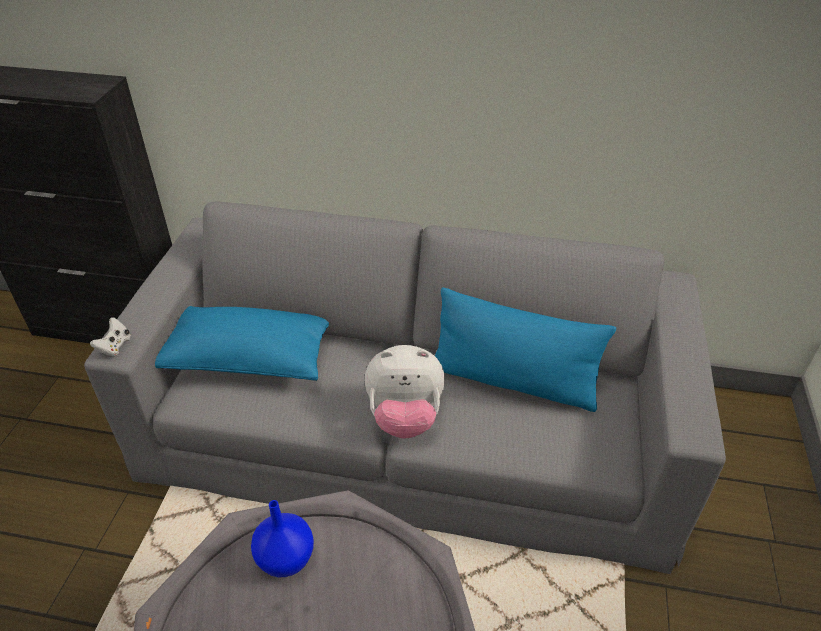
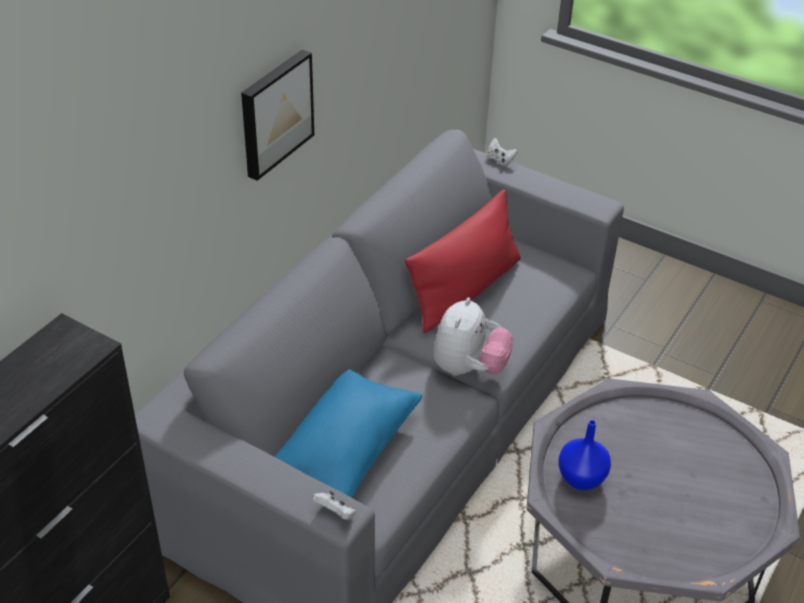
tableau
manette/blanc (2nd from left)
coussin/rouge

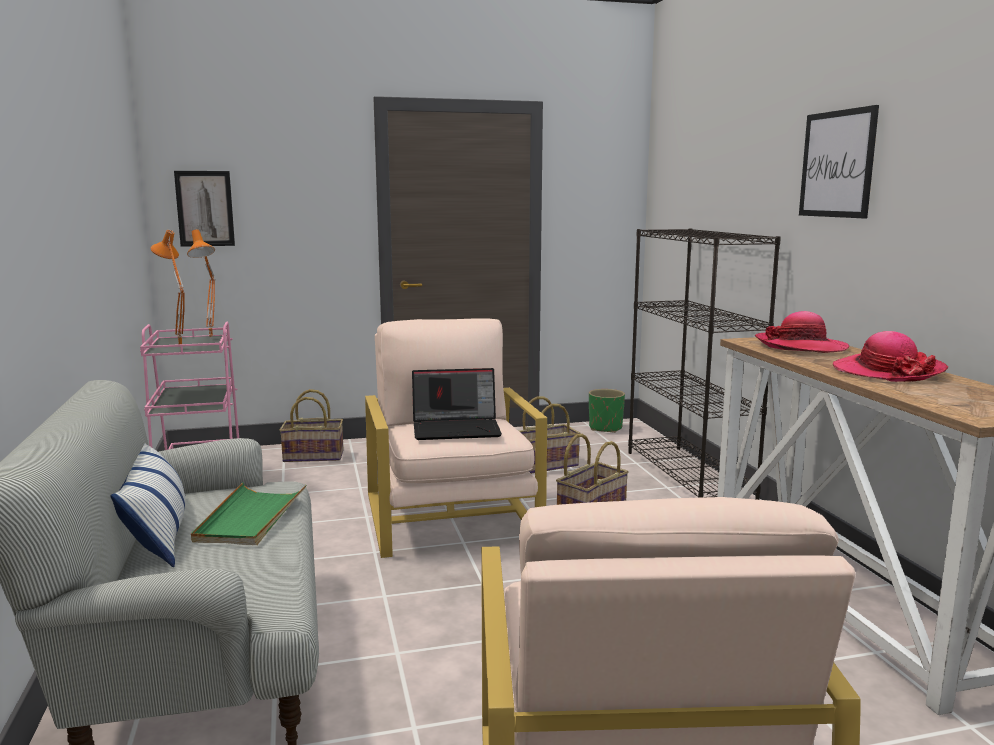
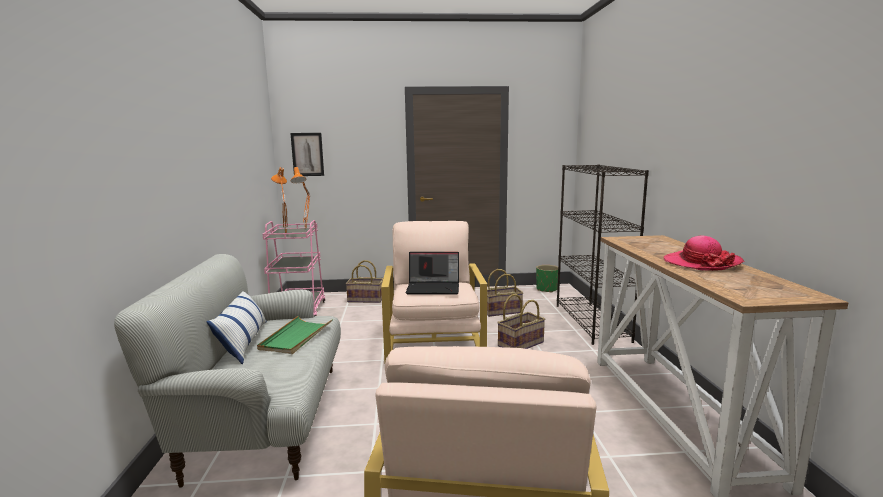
chapeau (1st from left in the first image)
tableau (2nd from left in the first image)

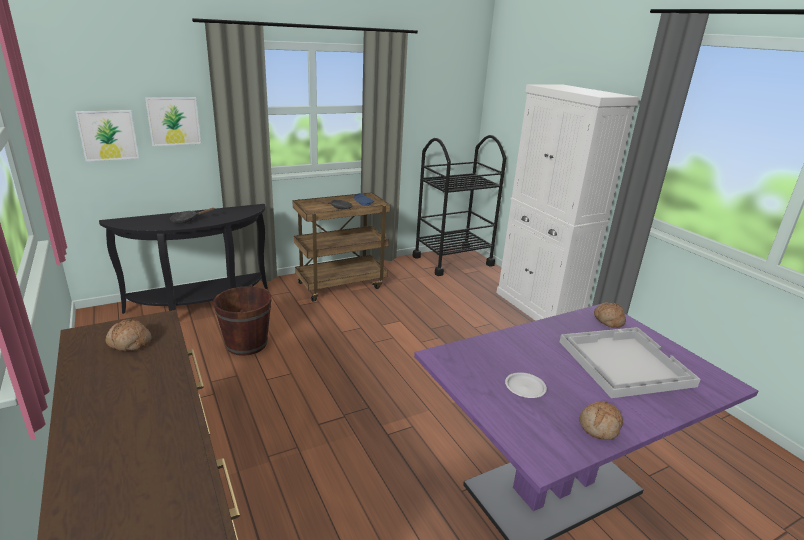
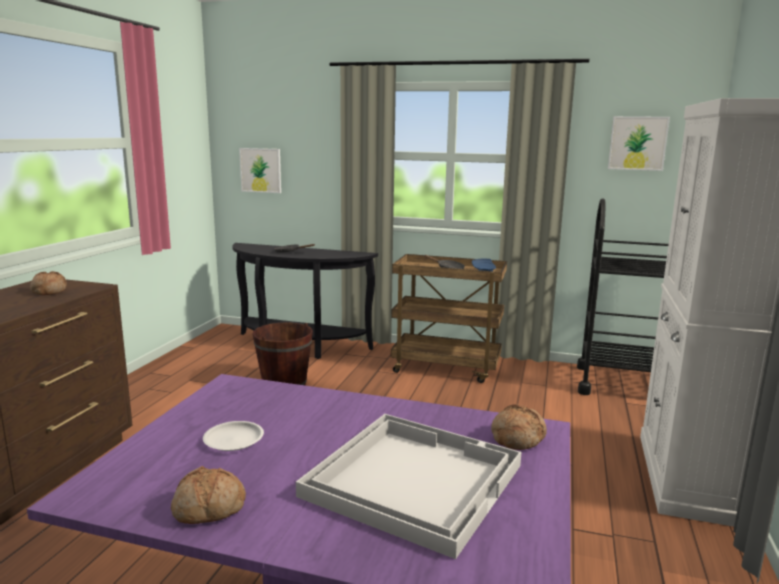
tableau (2nd from left)

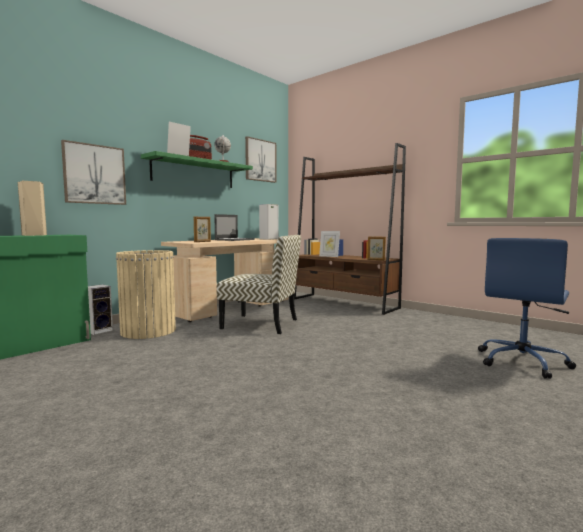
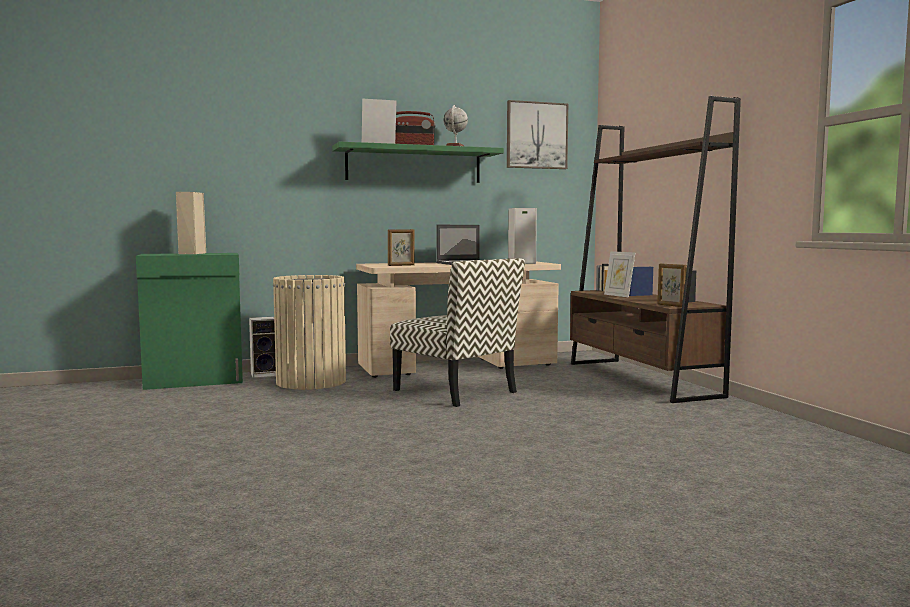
tableau (1st from left in the first image)
chaise de bureau/bleu

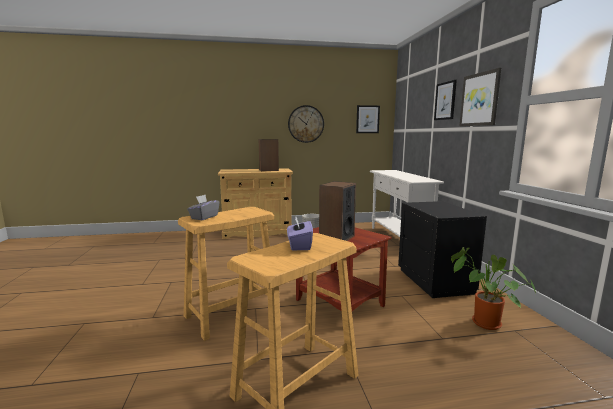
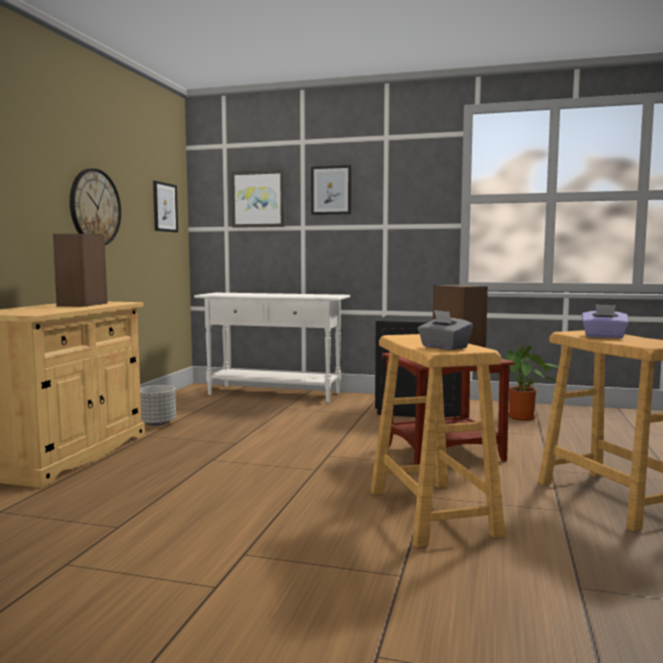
tableau (2nd from left)

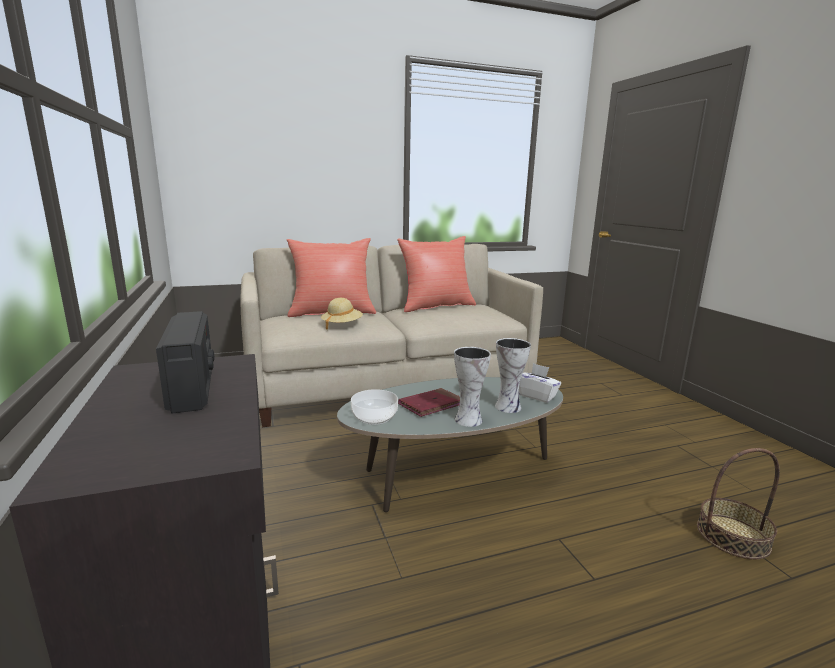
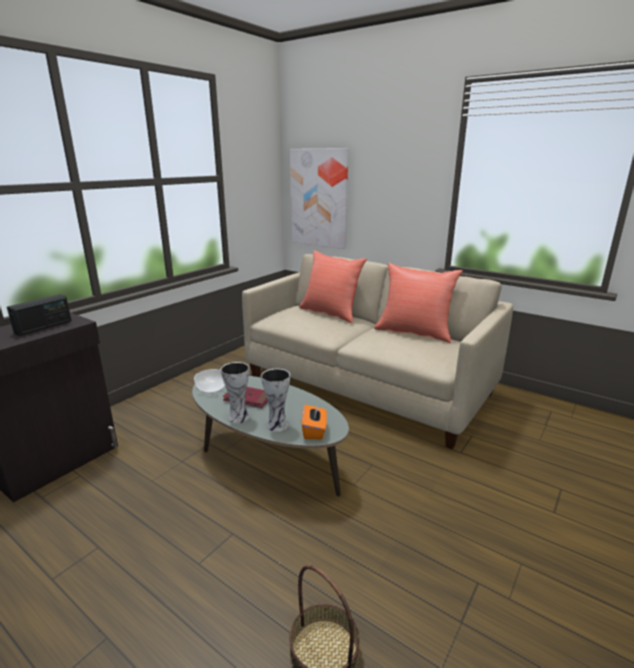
chapeau/beige
tableau
boîte à mouchoirs/orange

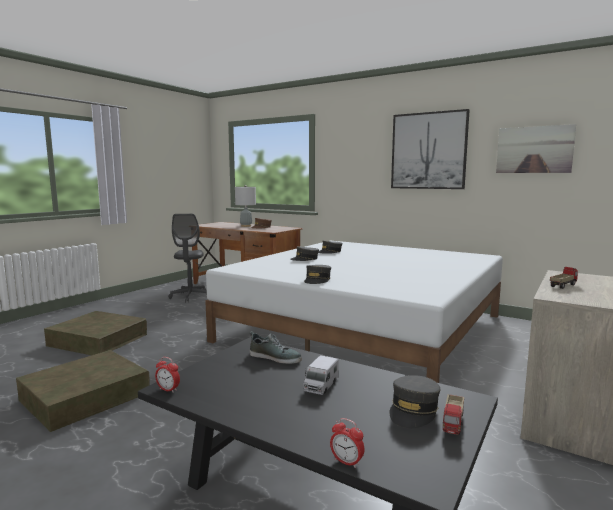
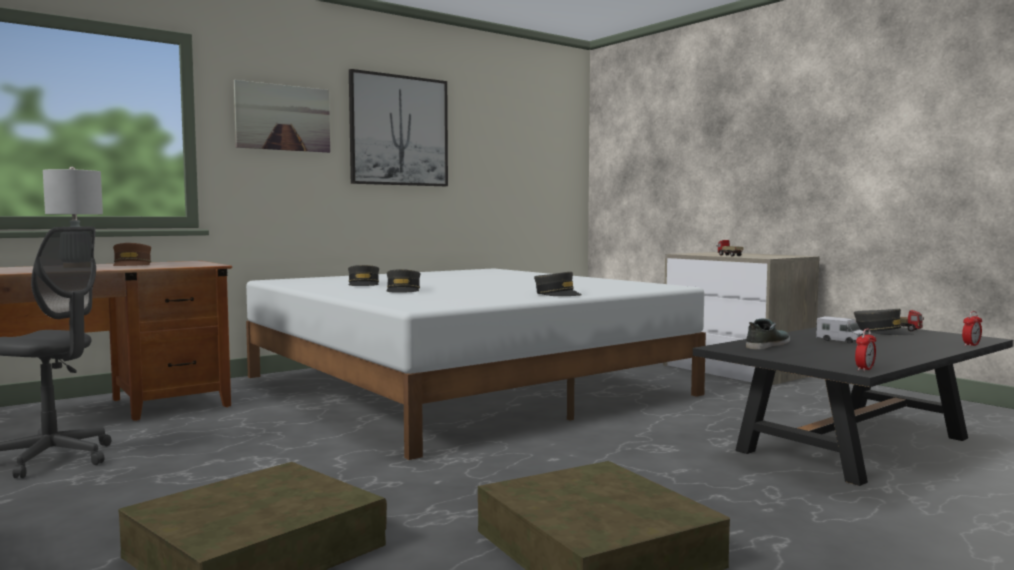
tableau (1st from left)

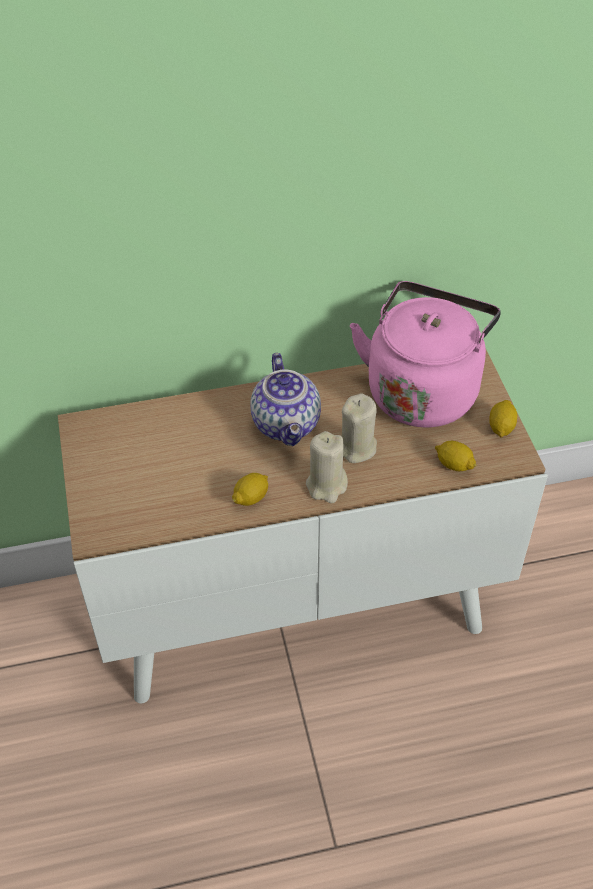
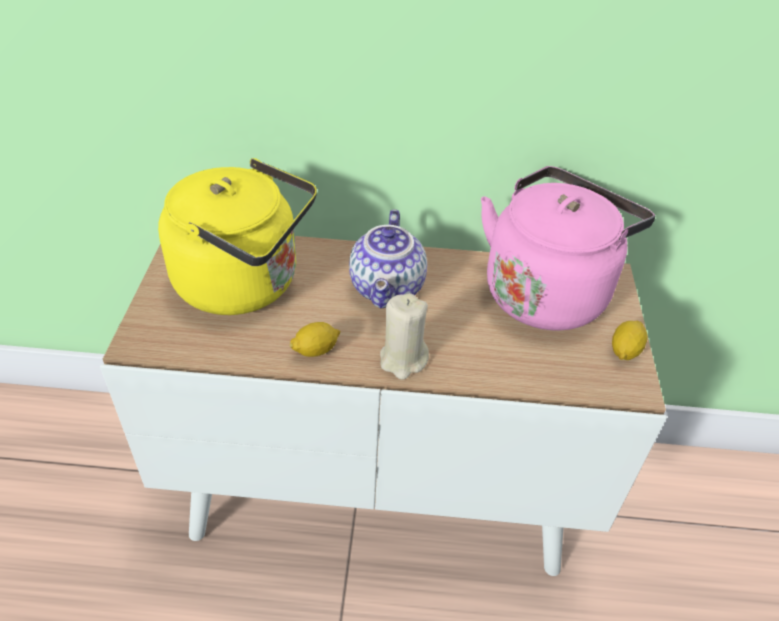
bougie/beige (2nd from left in the first image)
citron (2nd from left in the first image)
bouilloire/jaune

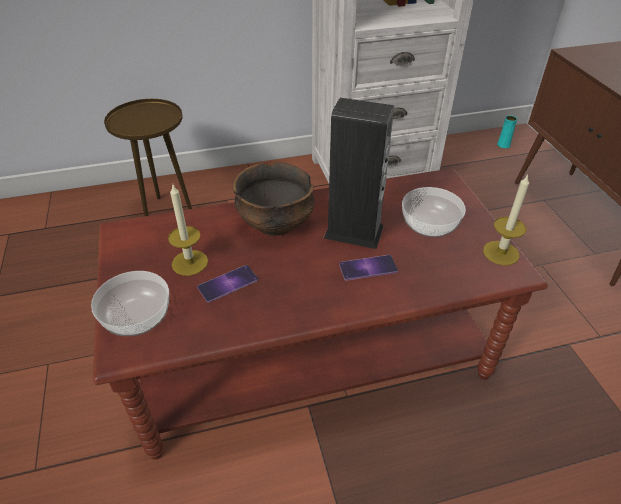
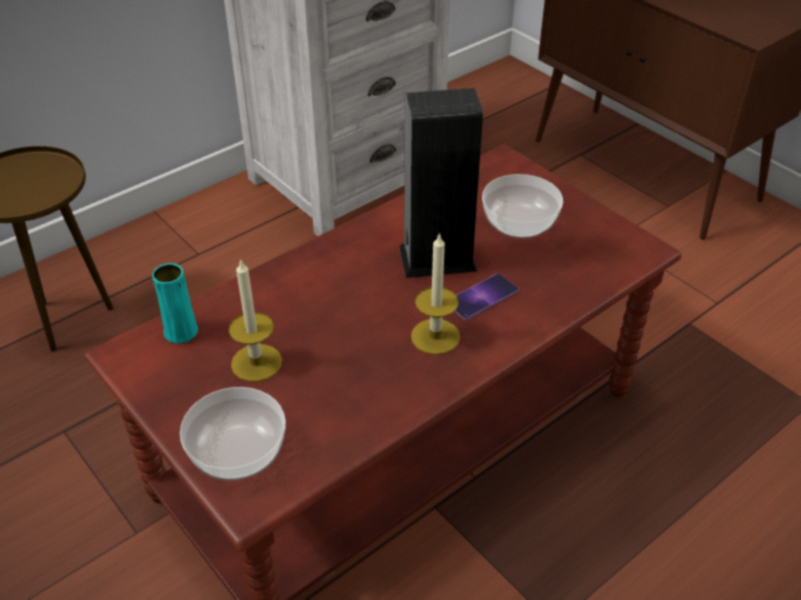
téléphone (1st from left in the first image)
bol (2nd from left in the first image)
bougie (2nd from left)
vase/turquoise

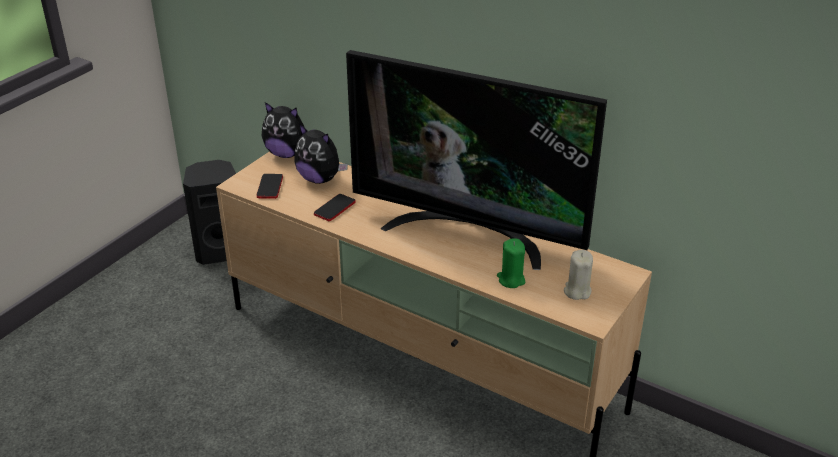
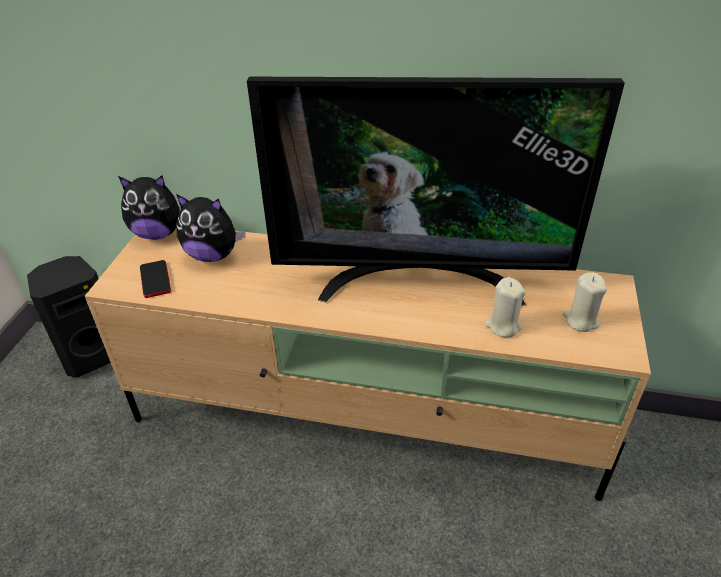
téléphone (2nd from left in the first image)
bougie/beige (1st from left)

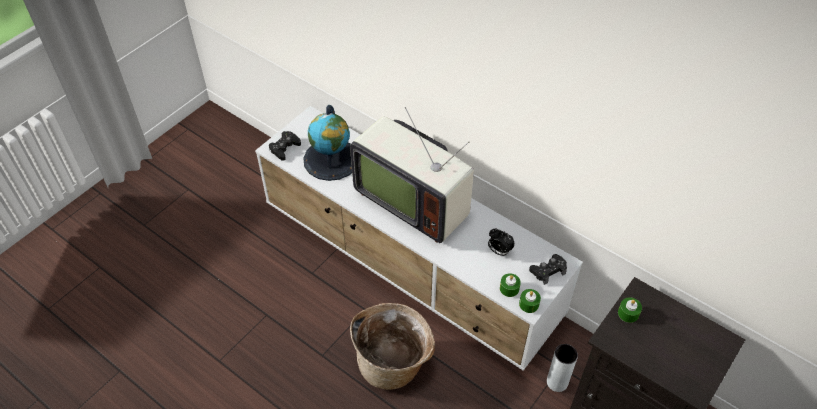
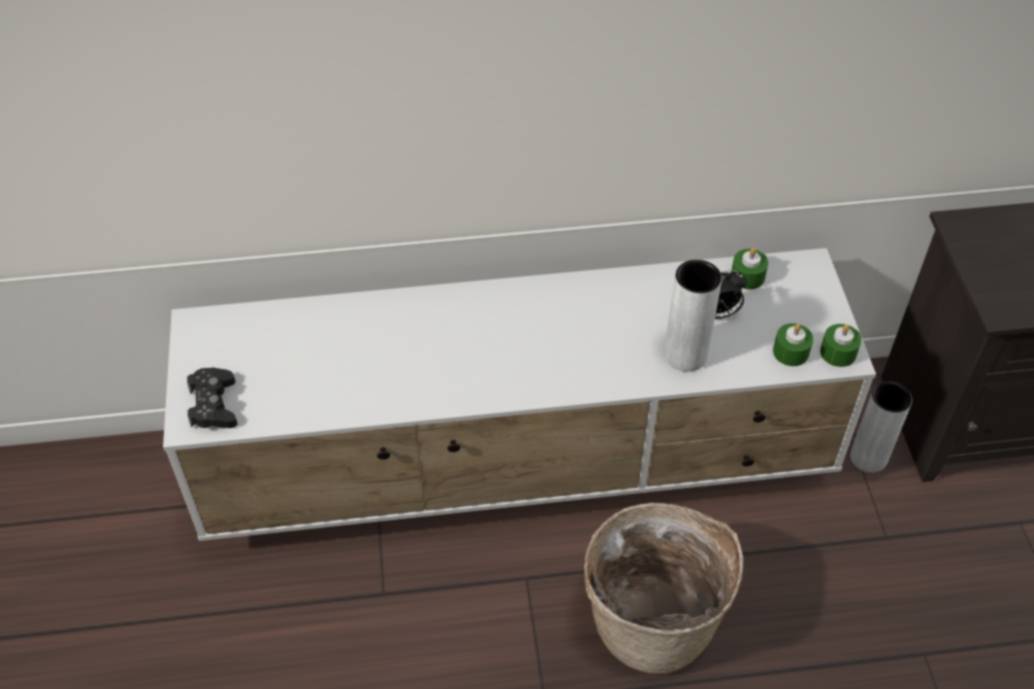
globe
téléviseur
manette/noir (2nd from left in the first image)
vase/gris (1st from left)
bougie/vert (1st from left)

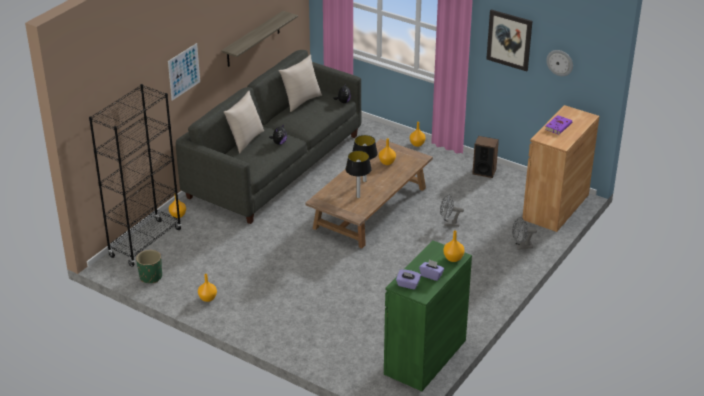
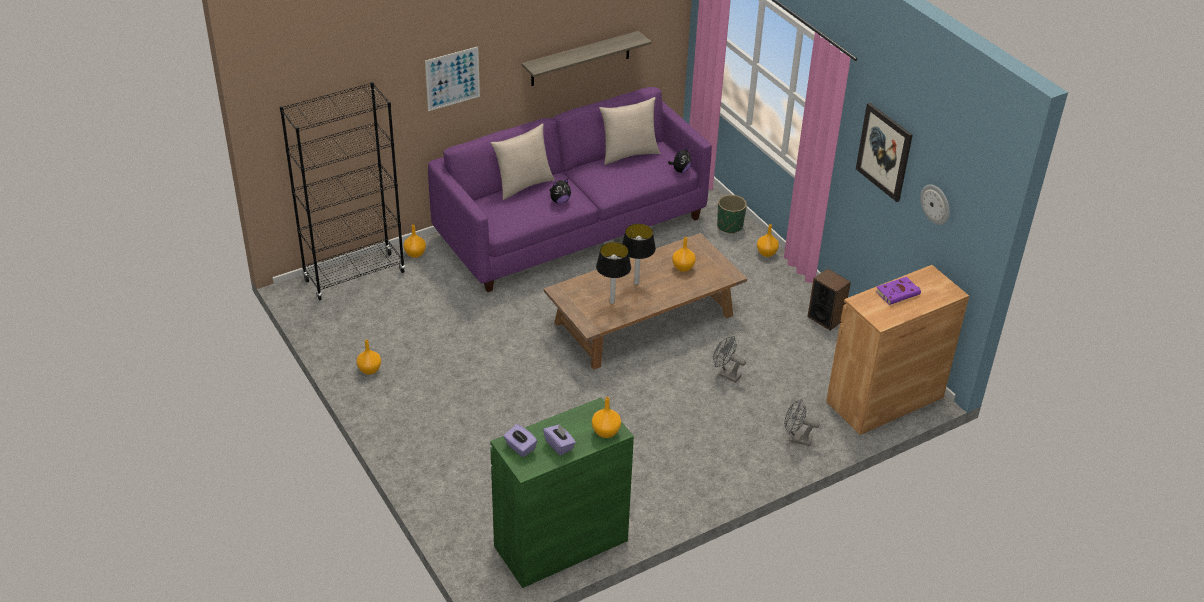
cache-pot/vert
canapé/violet

